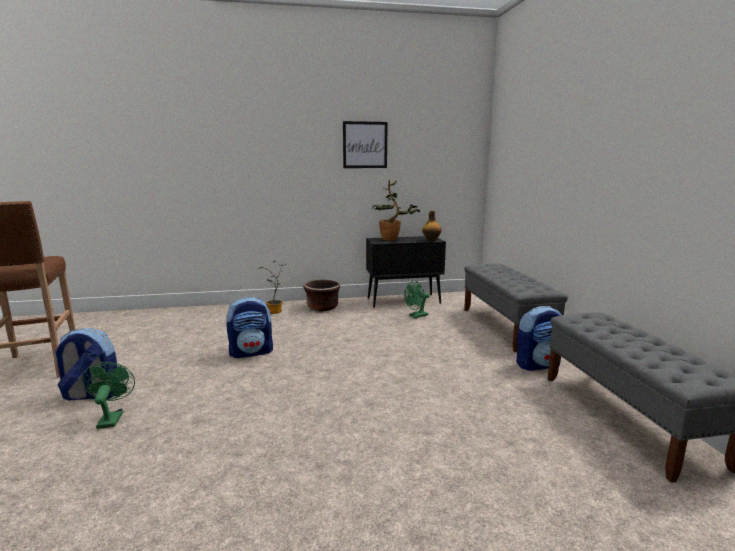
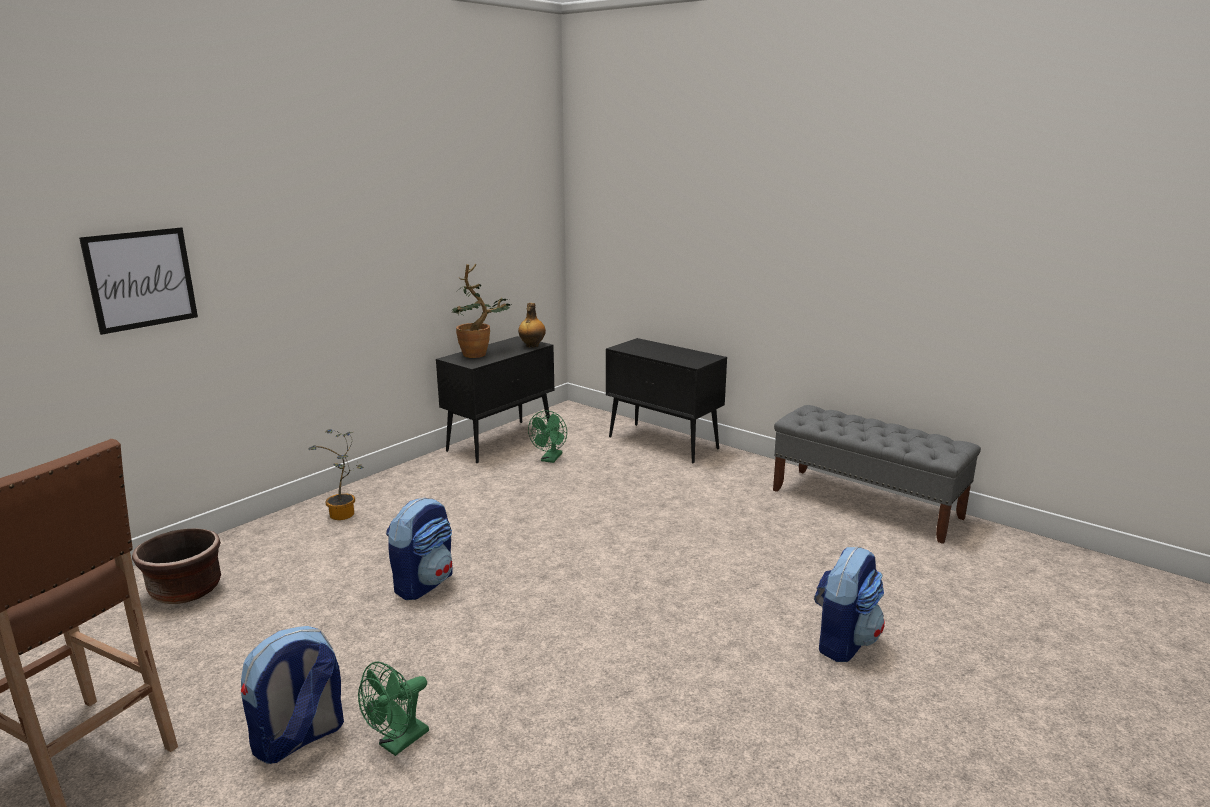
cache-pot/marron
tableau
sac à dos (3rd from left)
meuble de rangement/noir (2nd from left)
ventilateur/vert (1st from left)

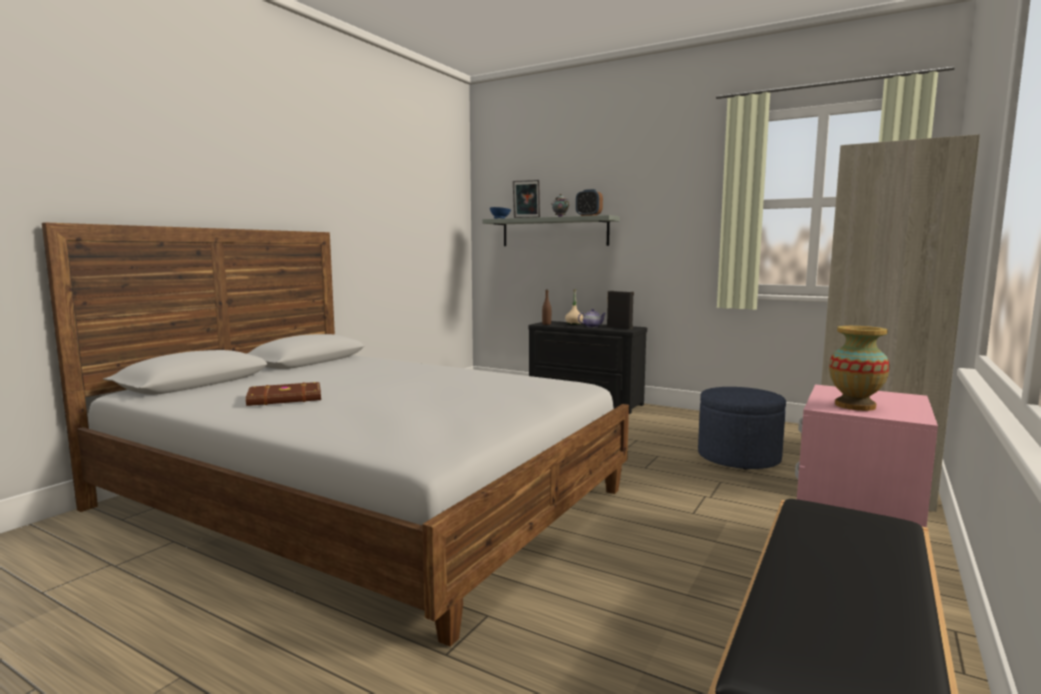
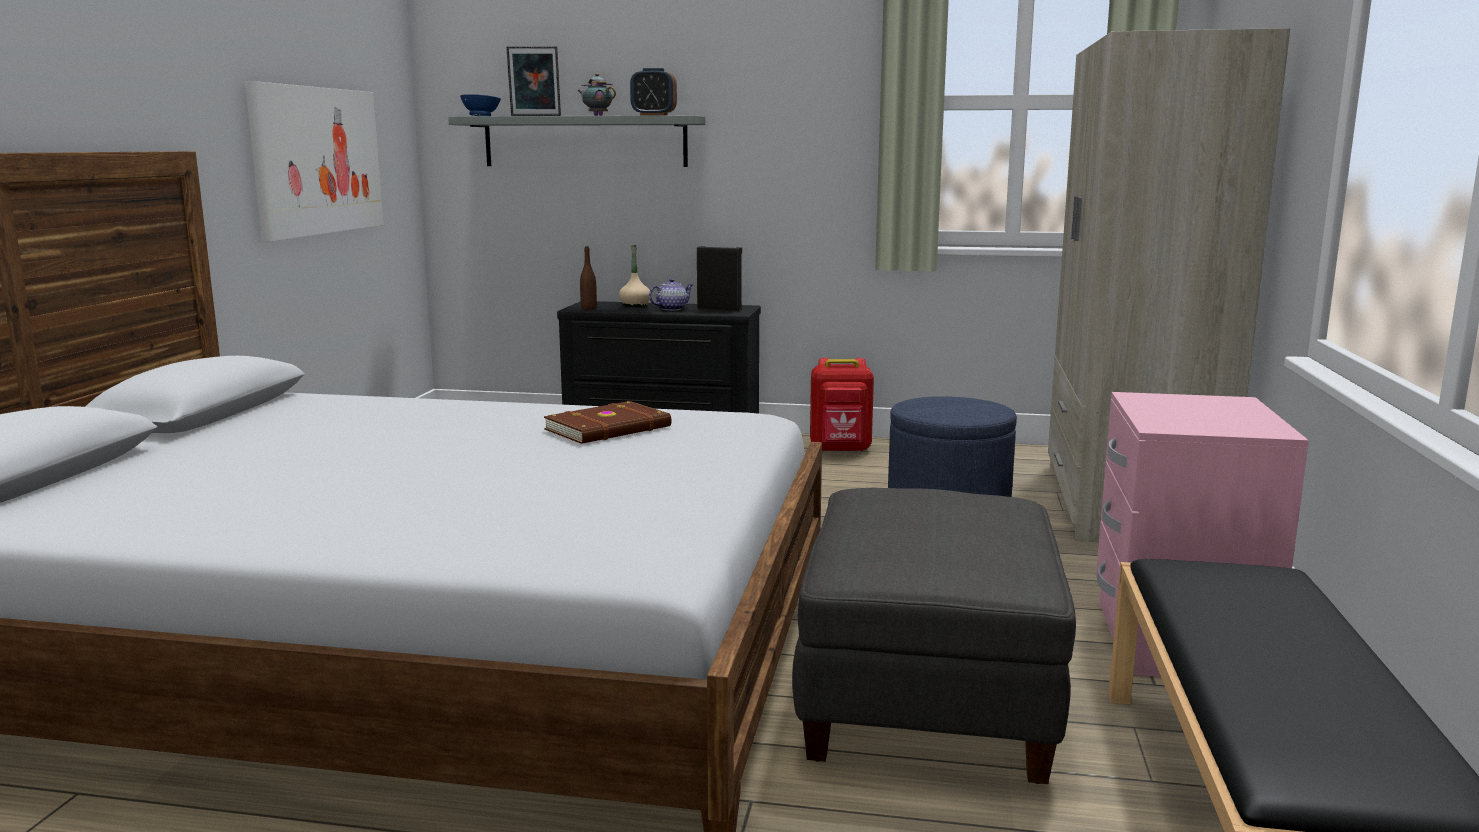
vase
tableau
pouf/gris
sac à dos/rouge
livre/marron

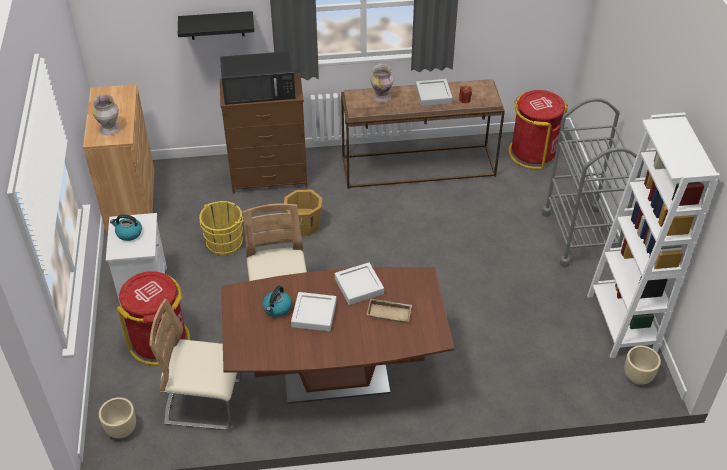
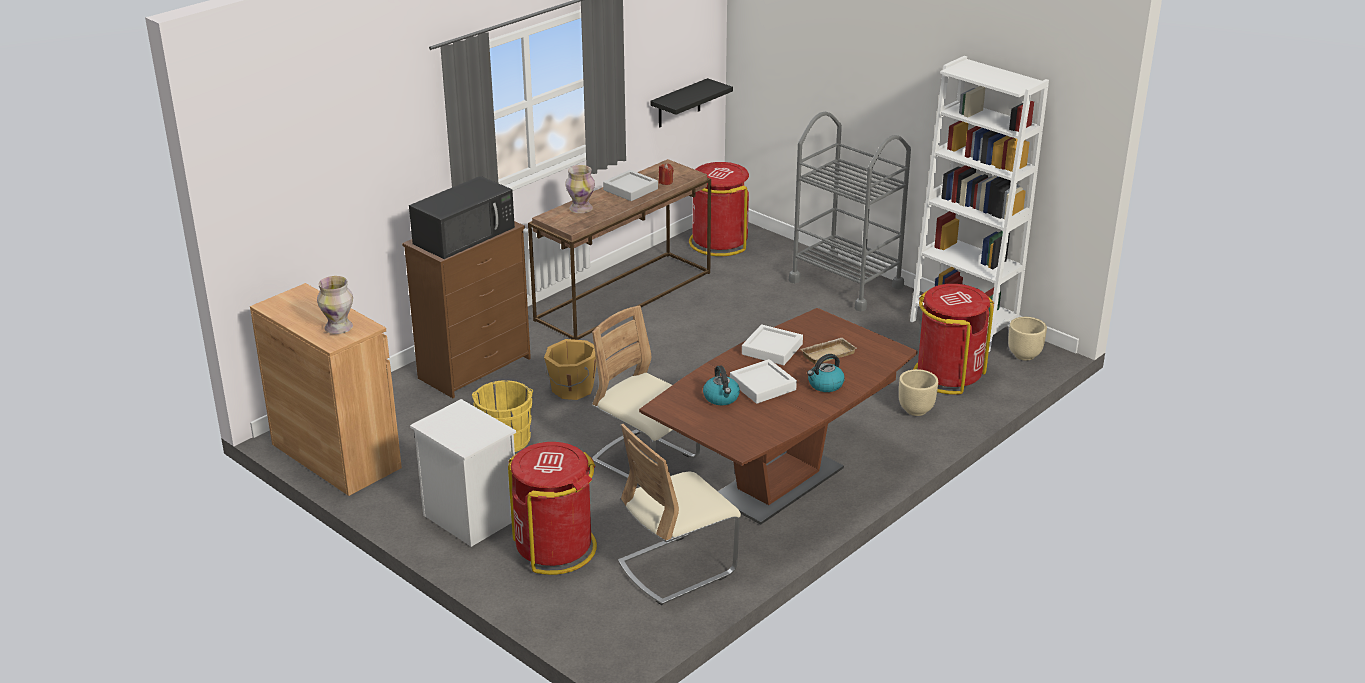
poubelle/rouge (3rd from left)
cache-pot/beige (1st from left)
bouilloire (2nd from left)
étagère/noir

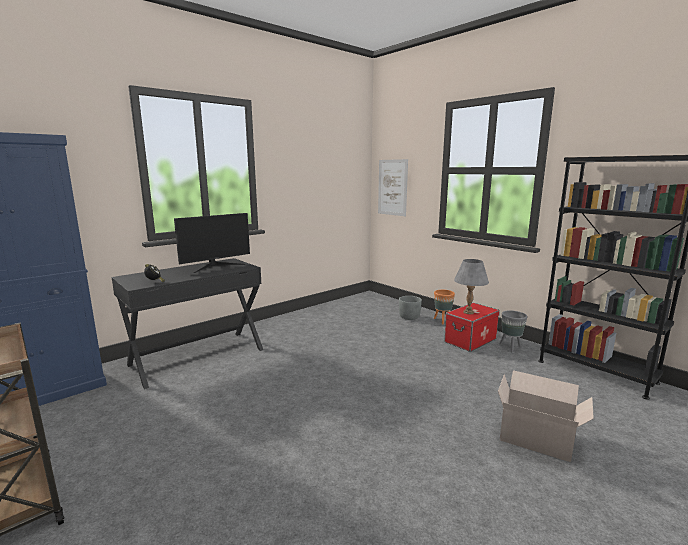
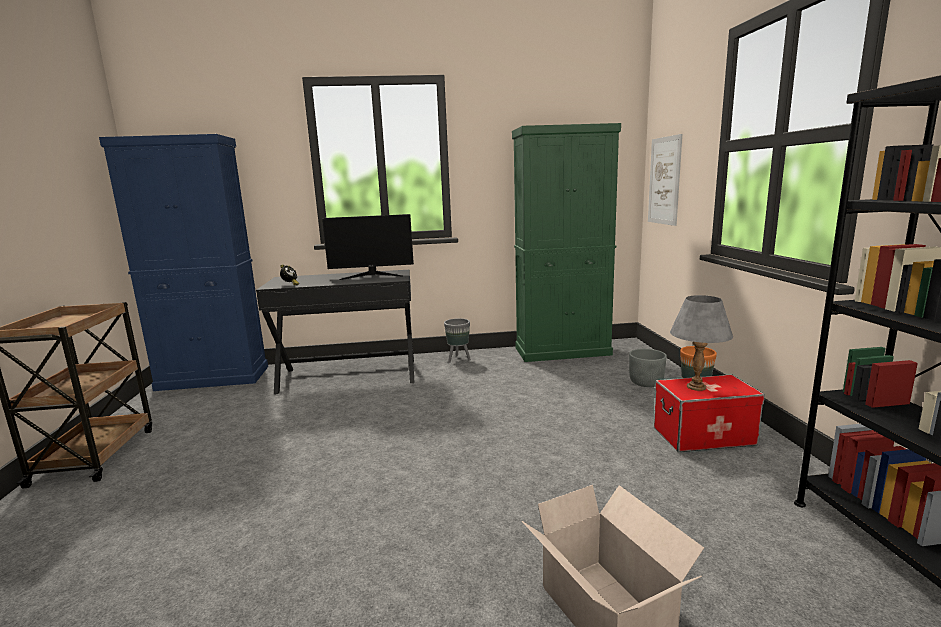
meuble de rangement/vert
cache-pot/gris (1st from left)

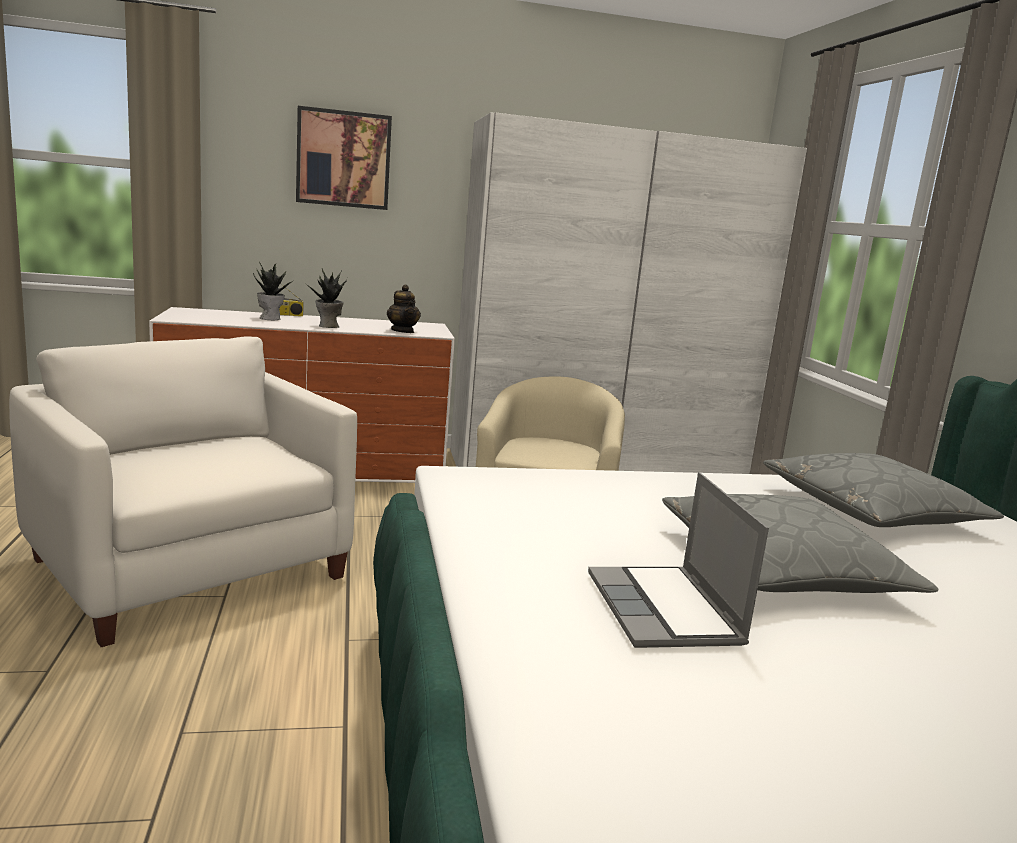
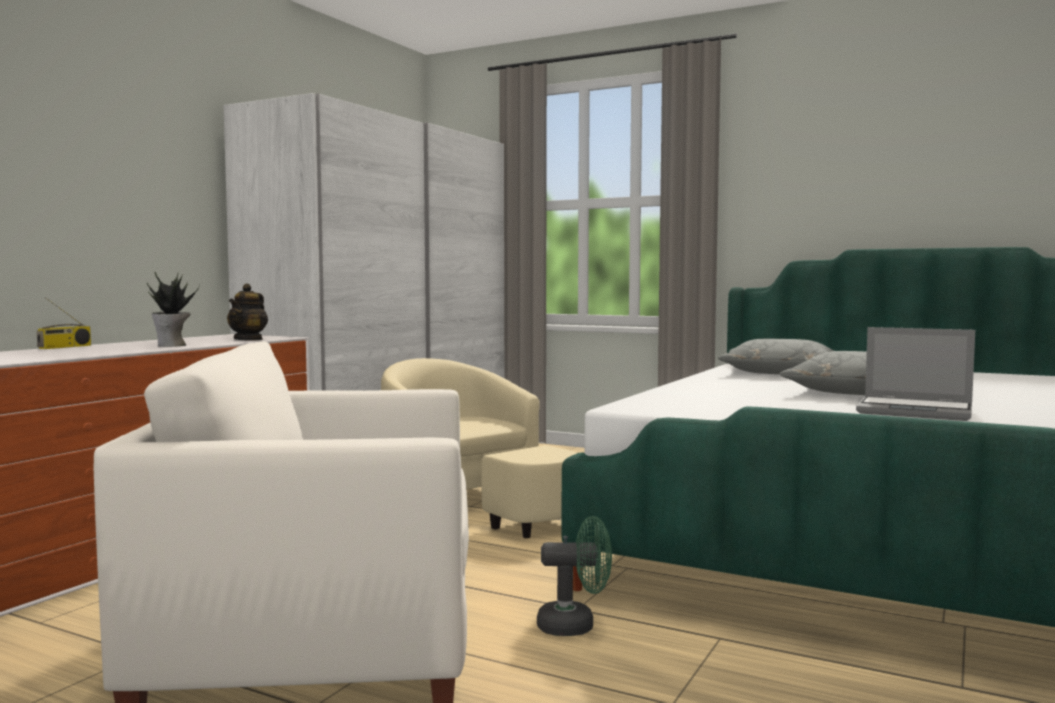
plante en pot (1st from left in the first image)
tableau
ventilateur/vert
théière

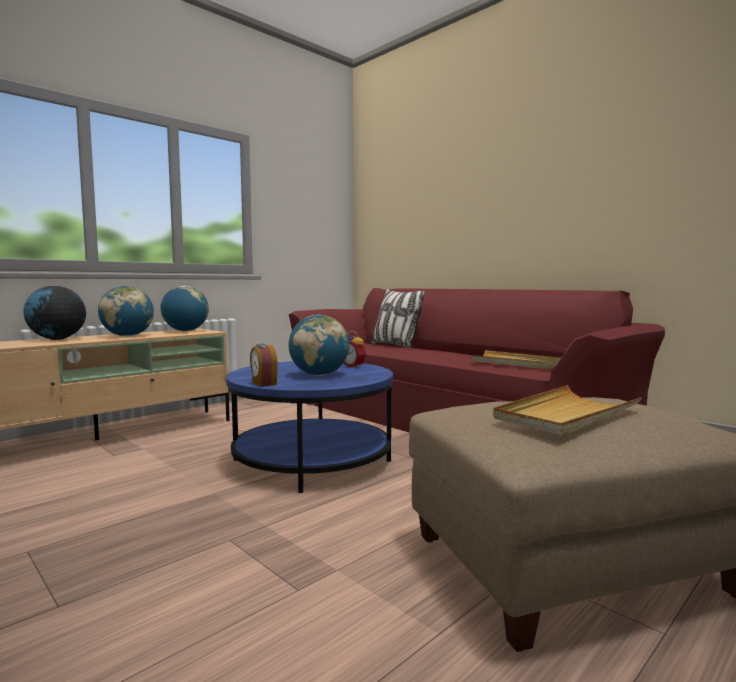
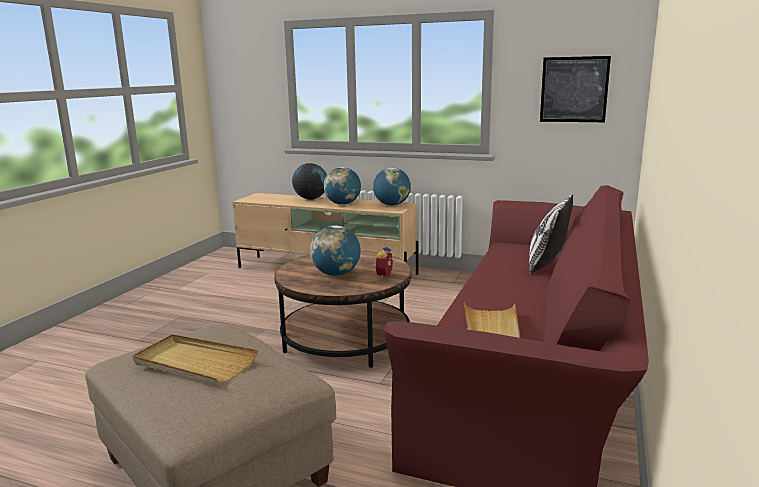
réveil (1st from left in the first image)
tableau
table basse/marron

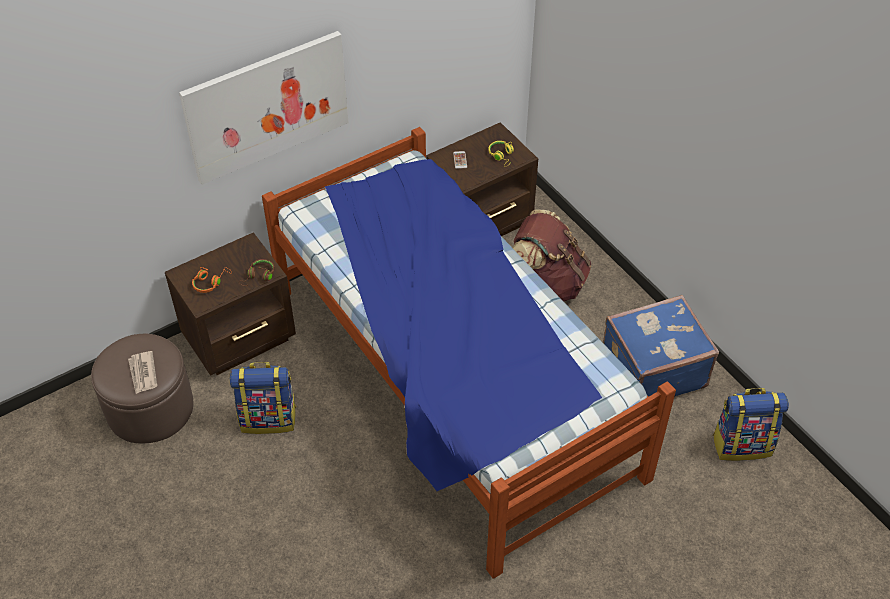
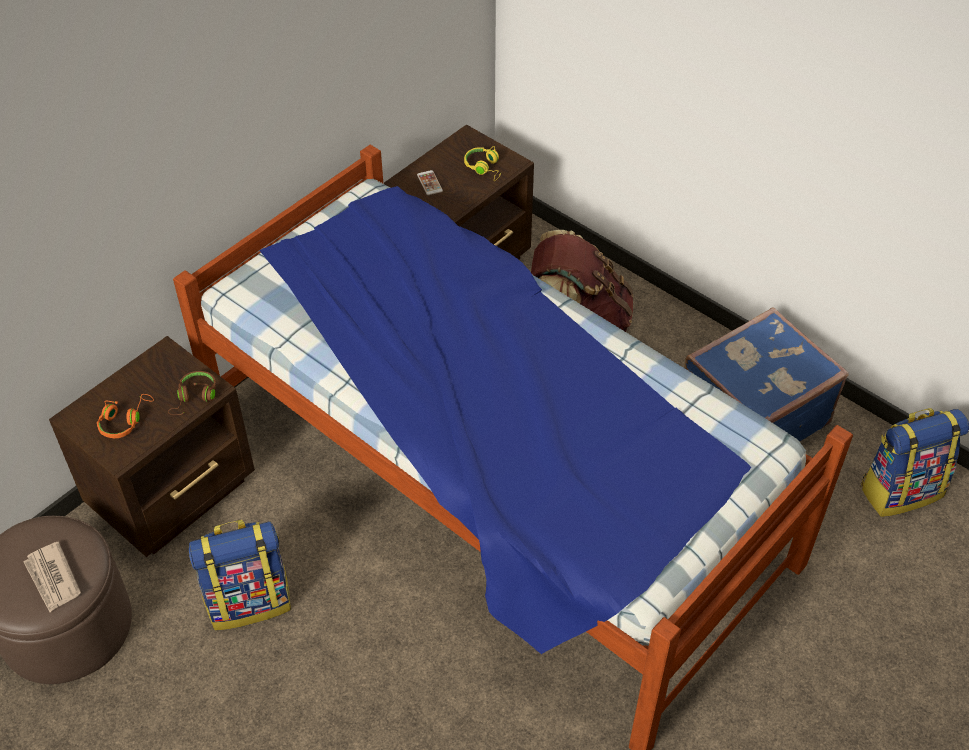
tableau

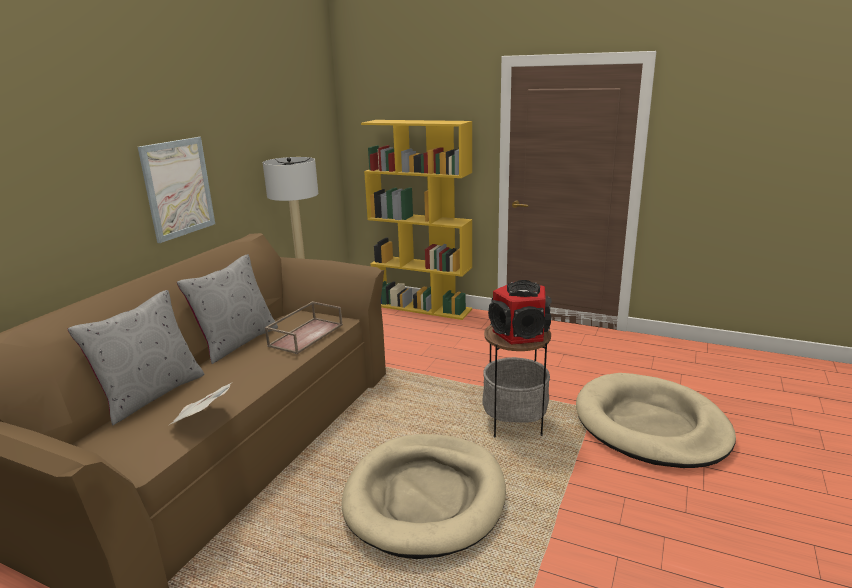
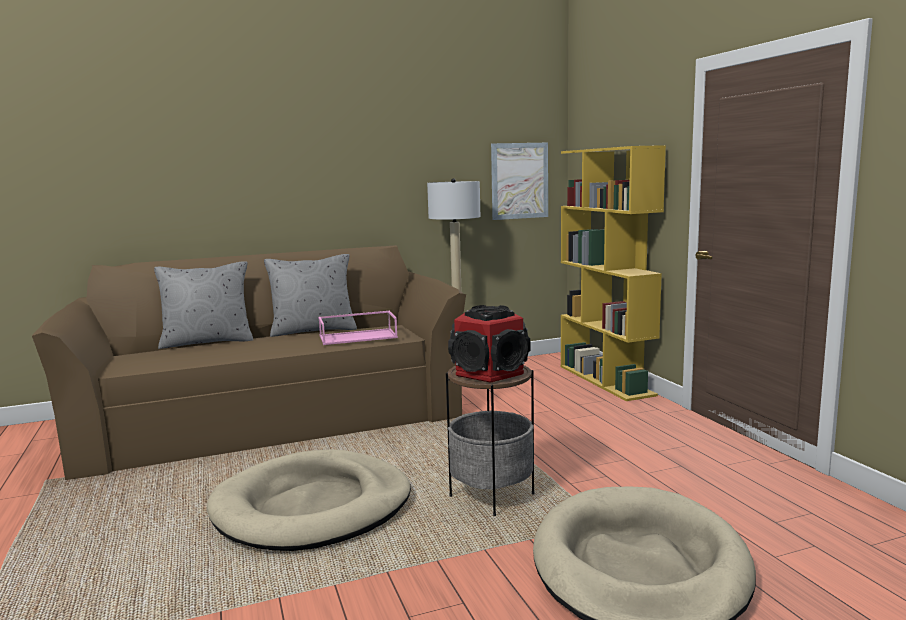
journal
tableau
plateau/rose

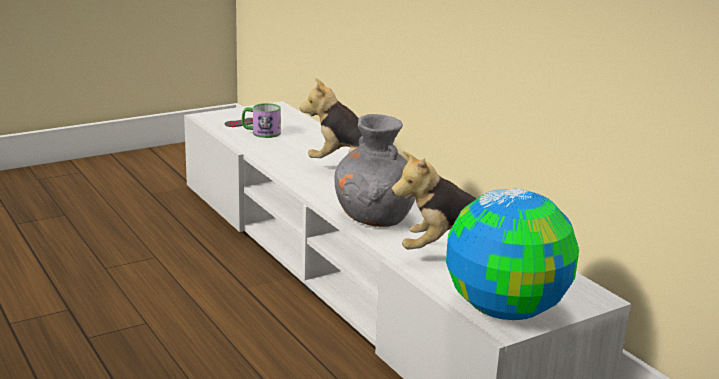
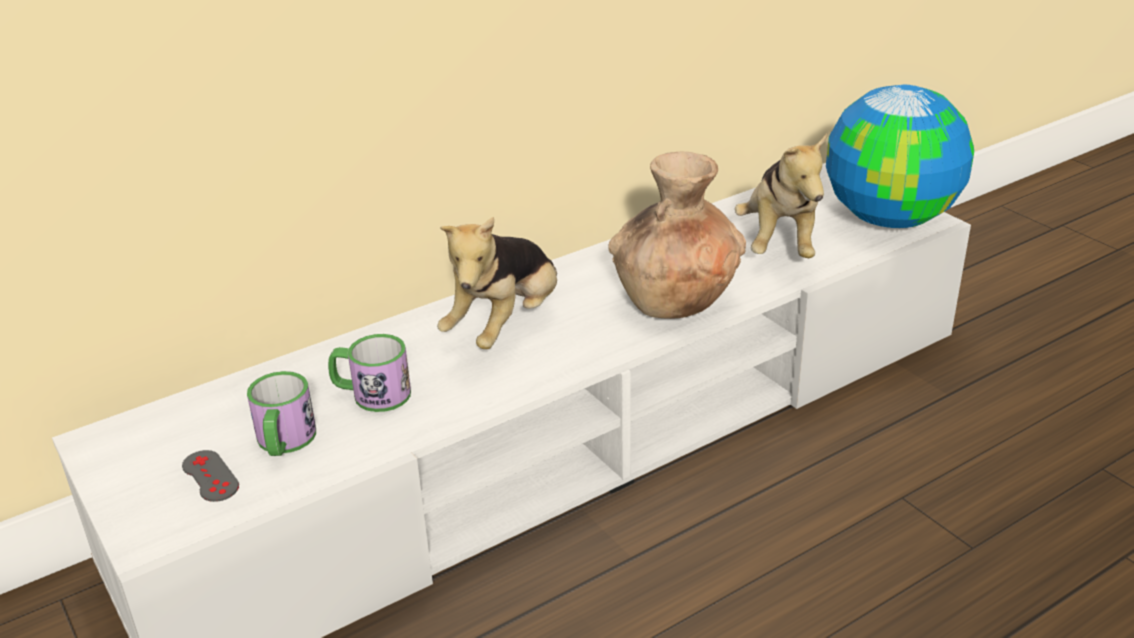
mug (2nd from left)
vase/marron

